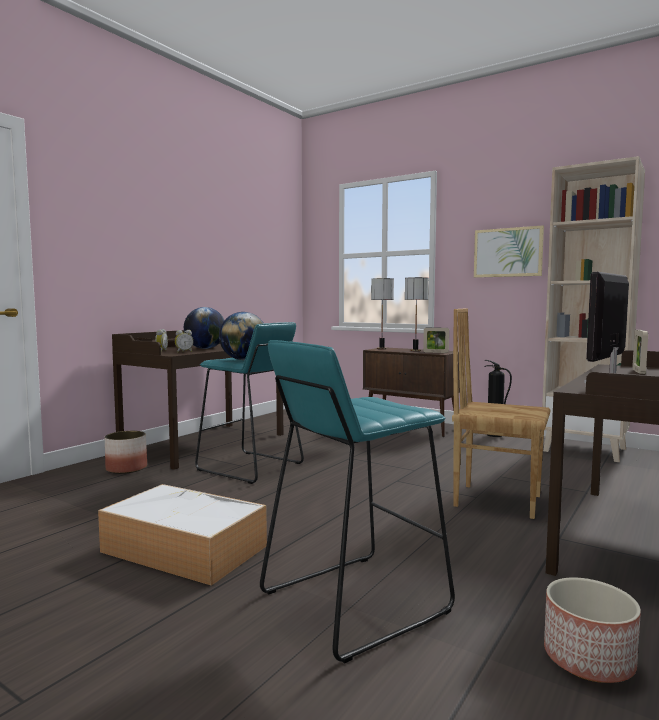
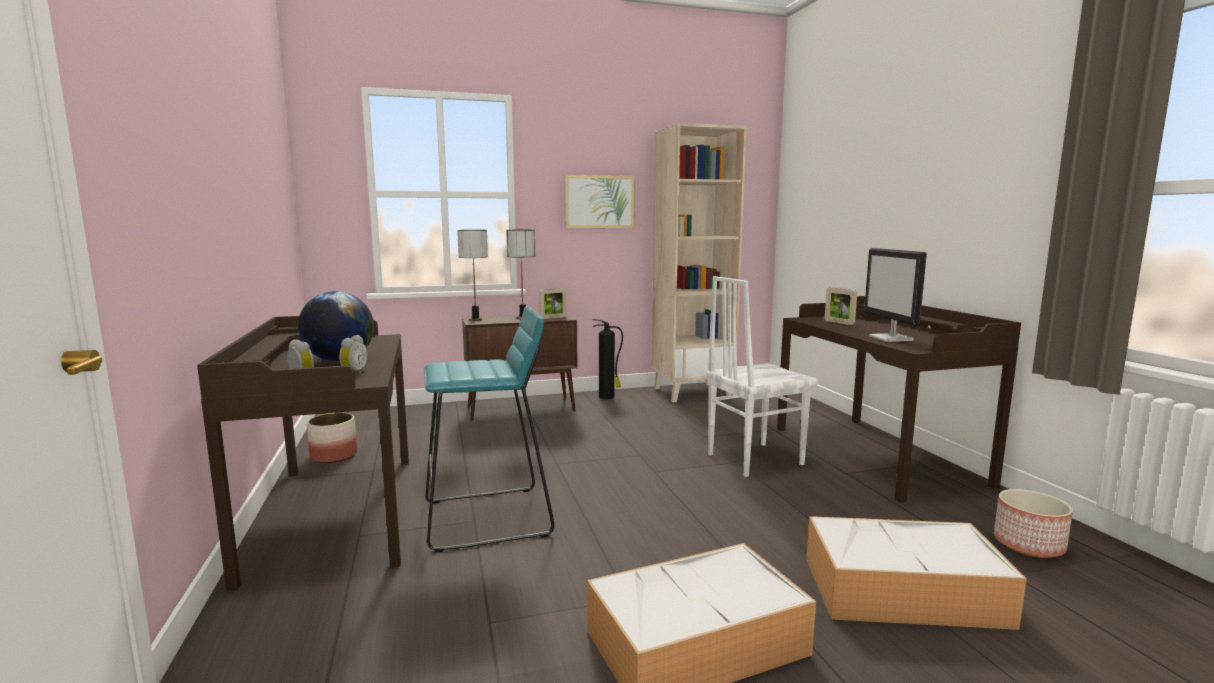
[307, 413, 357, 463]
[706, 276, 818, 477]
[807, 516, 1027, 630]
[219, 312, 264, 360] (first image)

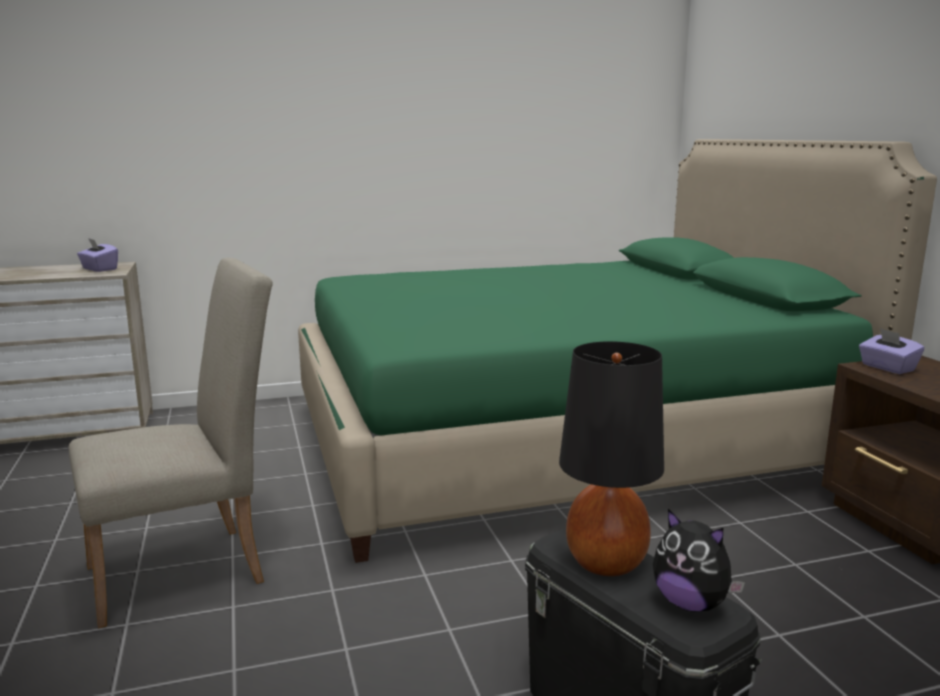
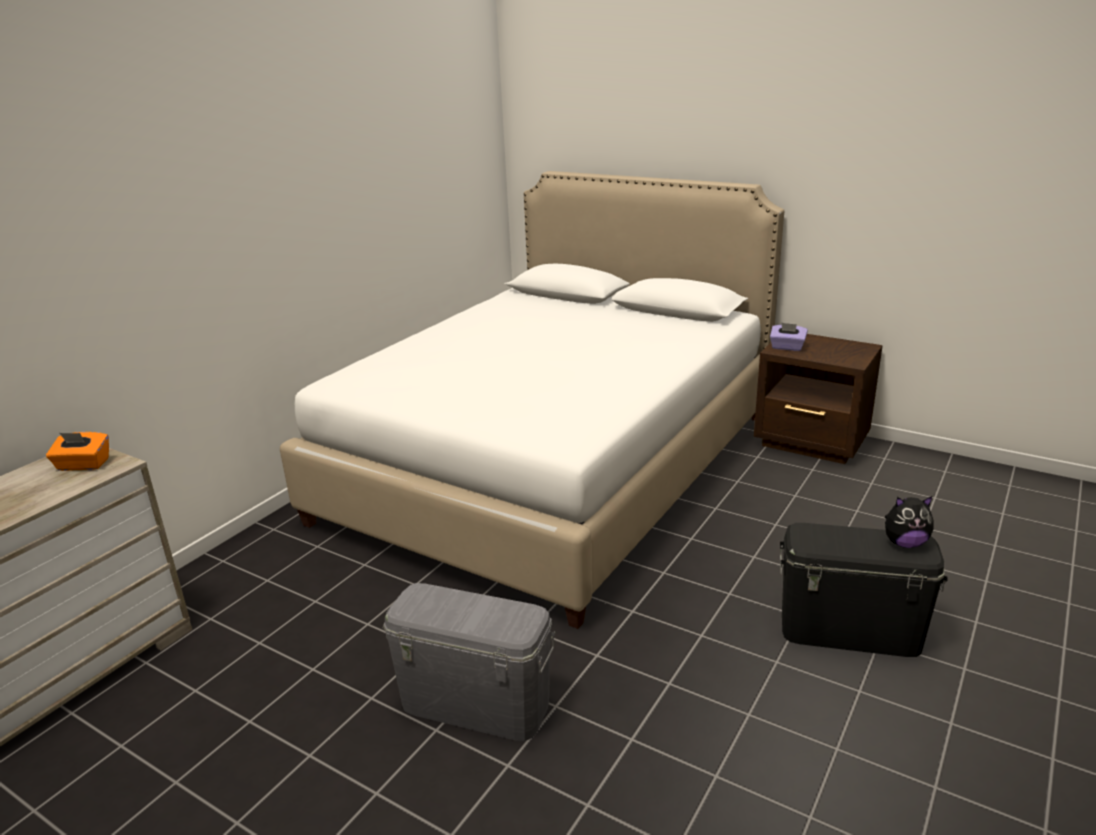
[46, 432, 109, 471]
[280, 171, 784, 629]
[383, 583, 555, 741]
[559, 341, 664, 576] (first image)

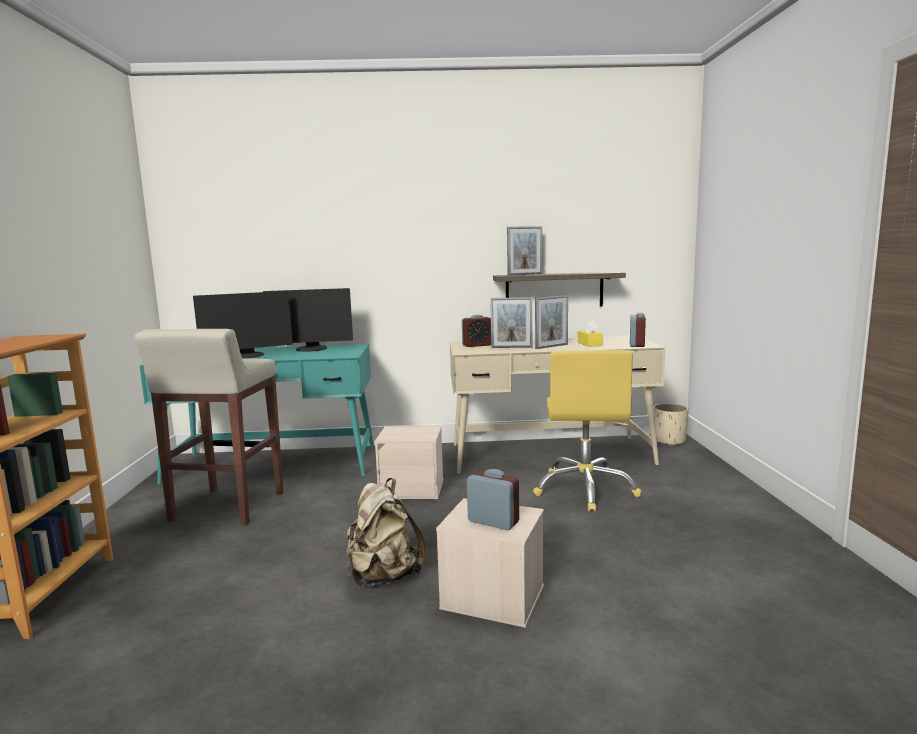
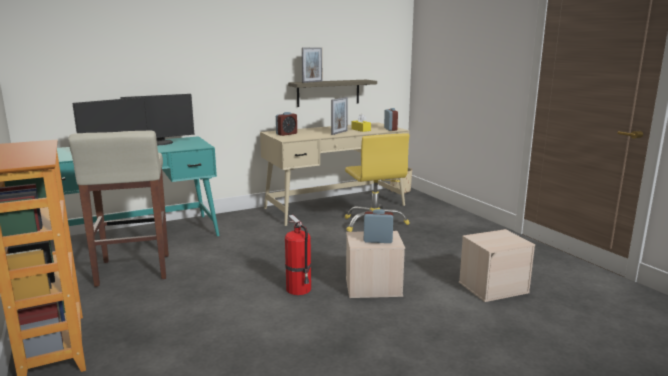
[285, 215, 311, 295]
[459, 229, 535, 302]
[490, 297, 532, 348] (first image)

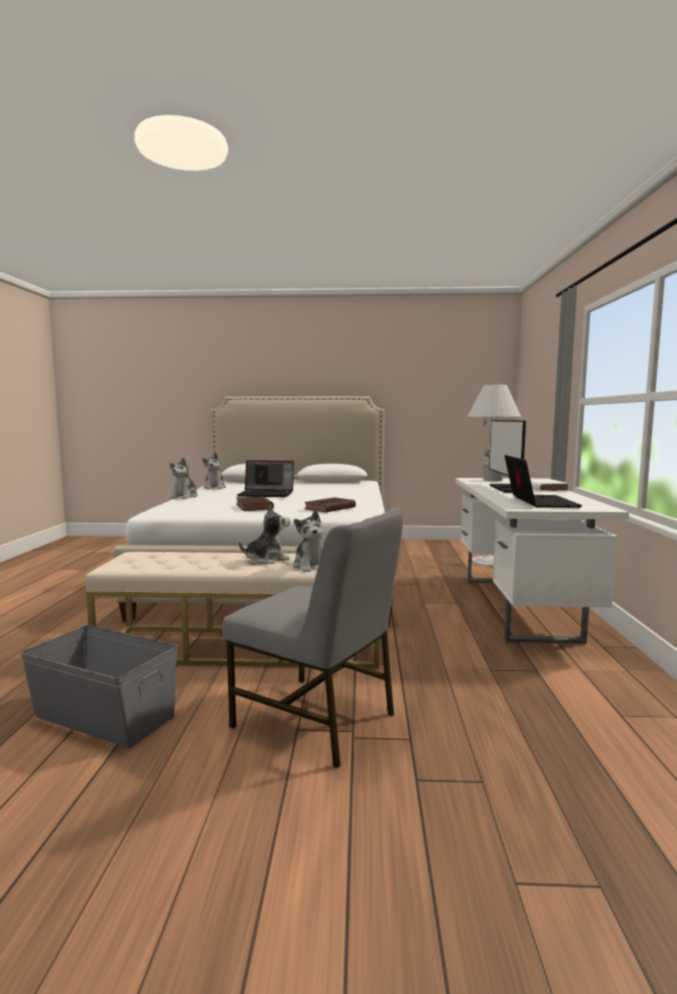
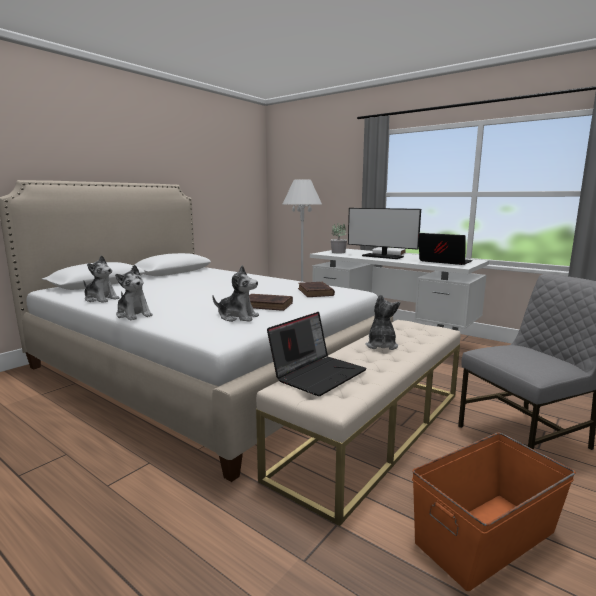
[213, 265, 259, 322]
[267, 312, 367, 396]
[412, 433, 576, 591]

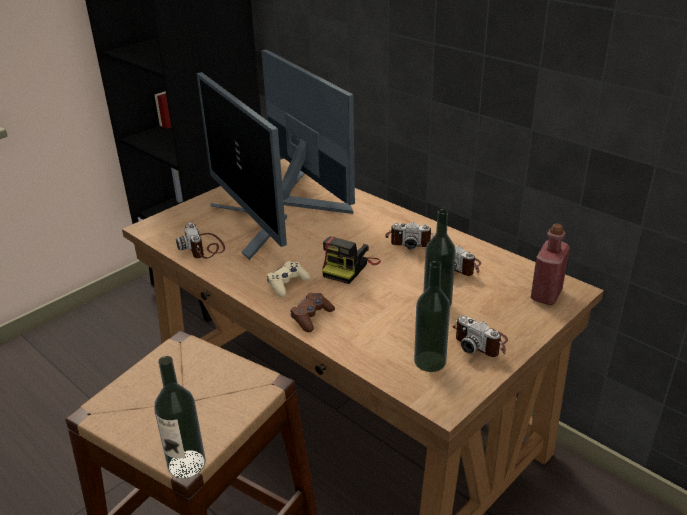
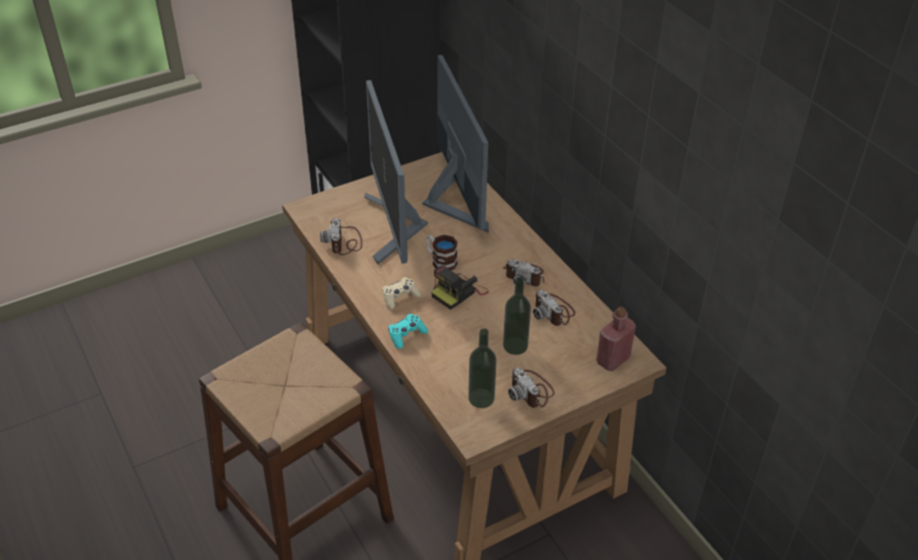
[388, 314, 428, 349]
[426, 235, 458, 270]
[154, 356, 206, 479] (first image)

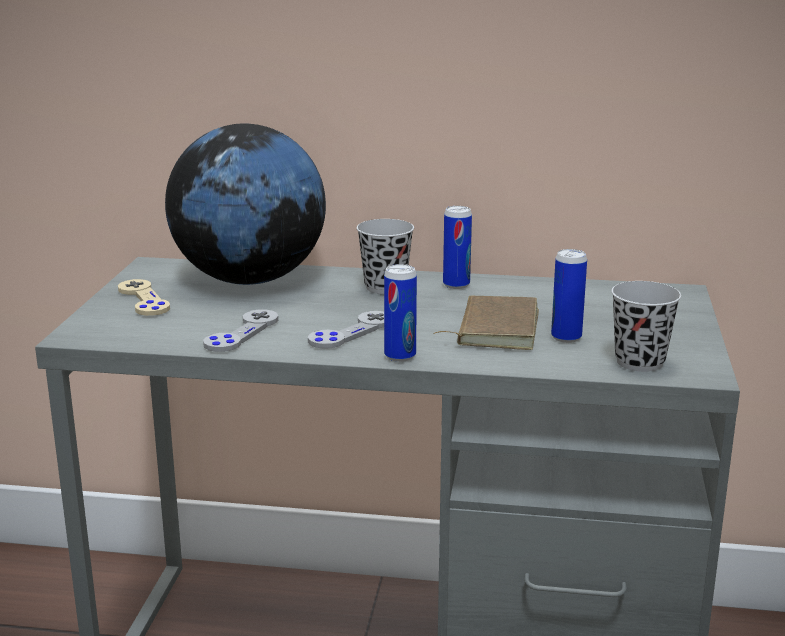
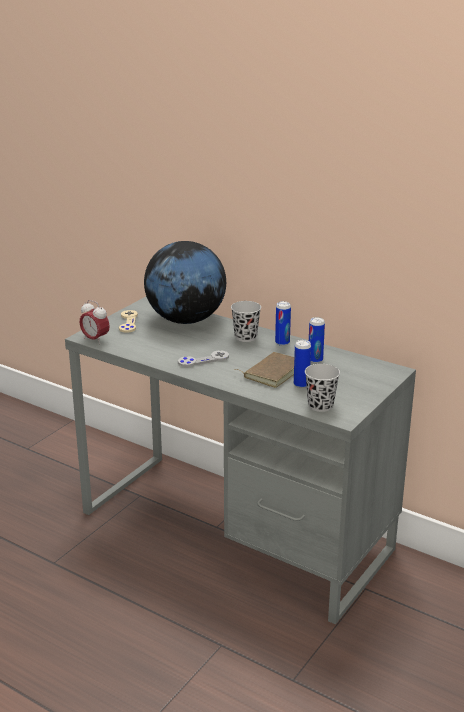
[80, 300, 110, 344]
[309, 317, 325, 363]
[203, 310, 278, 352] (first image)

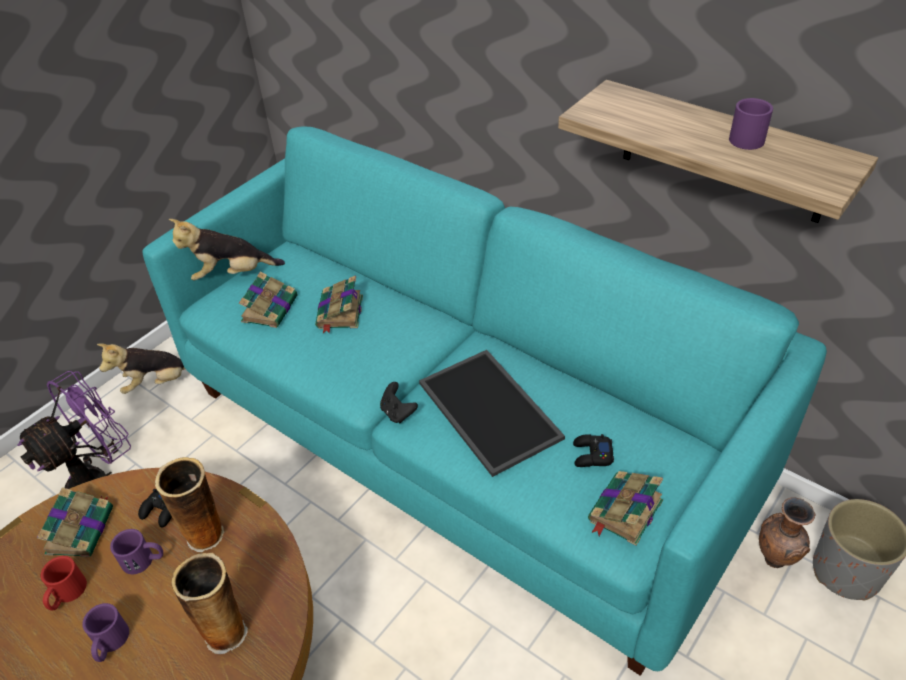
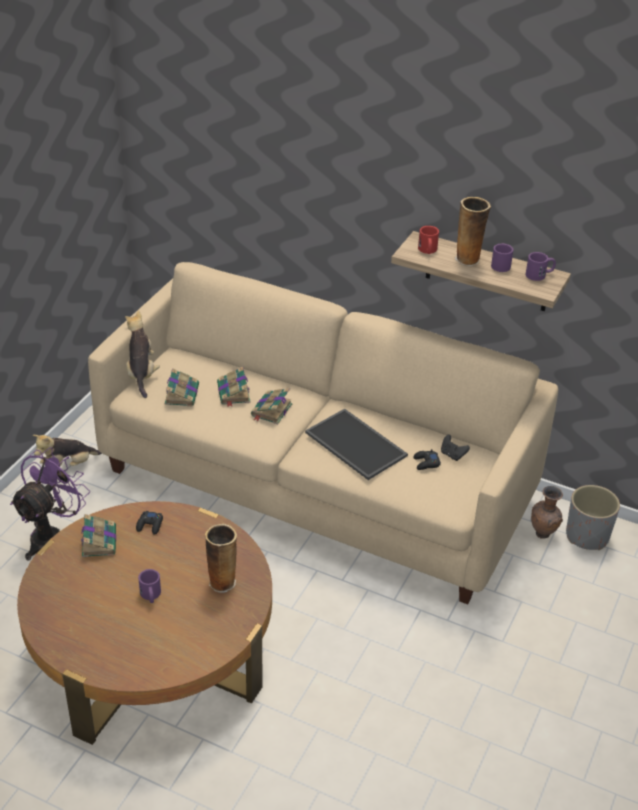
[88, 262, 558, 604]
[125, 310, 160, 398]
[251, 388, 293, 424]
[418, 226, 439, 254]
[441, 435, 470, 461]
[455, 197, 491, 266]
[526, 252, 556, 281]

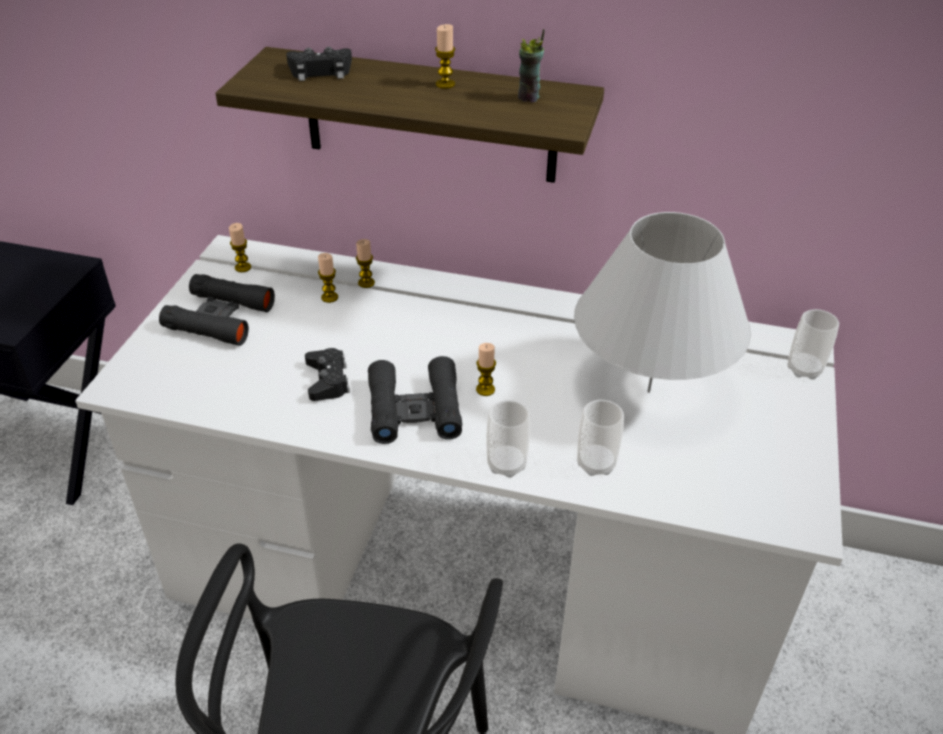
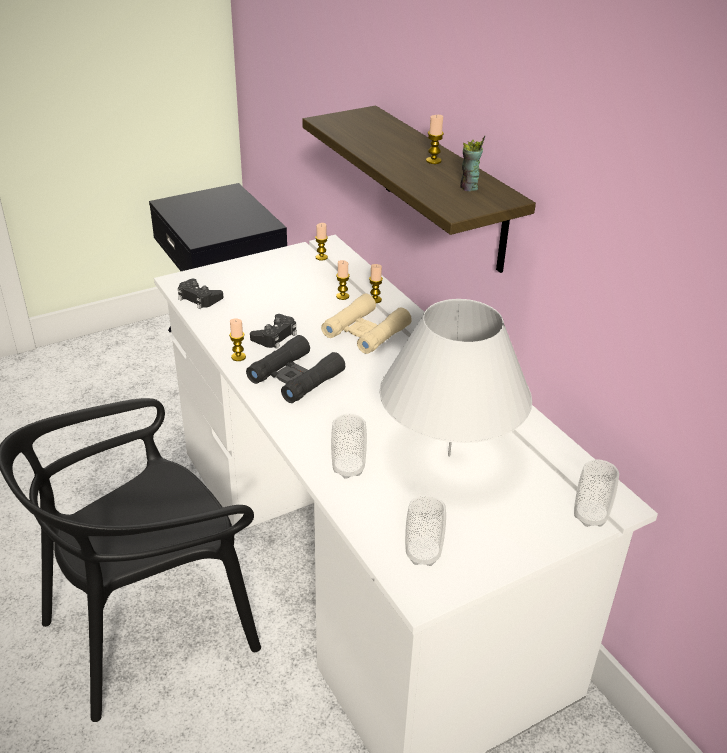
[178, 279, 223, 309]
[229, 319, 246, 361]
[321, 294, 412, 354]
[405, 495, 446, 566]
[159, 274, 275, 346] (first image)

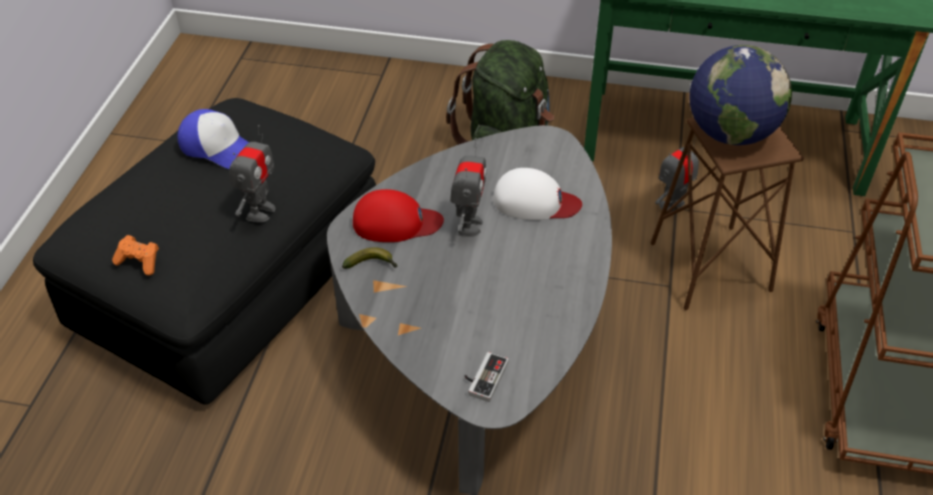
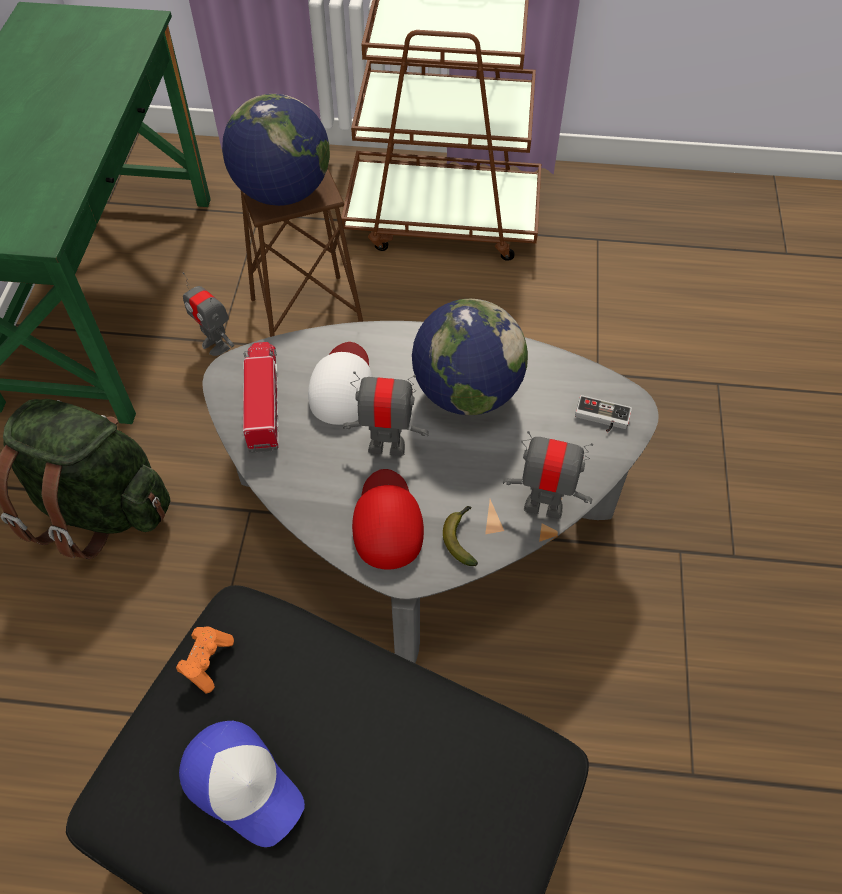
[176, 626, 234, 693]
[179, 721, 305, 847]
[243, 342, 278, 453]
[412, 299, 528, 415]
[503, 431, 593, 519]

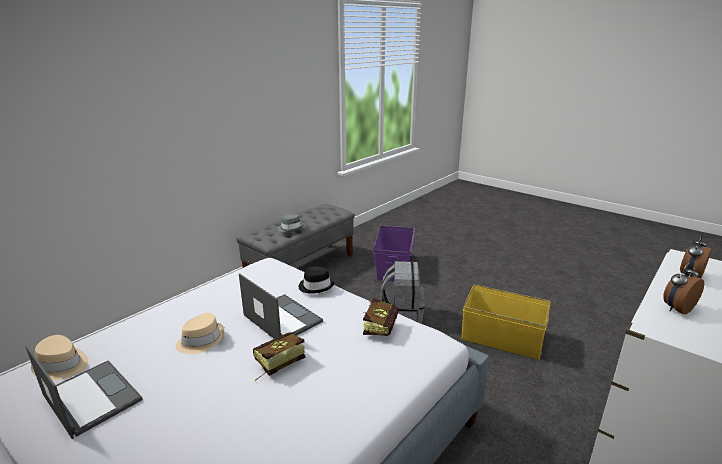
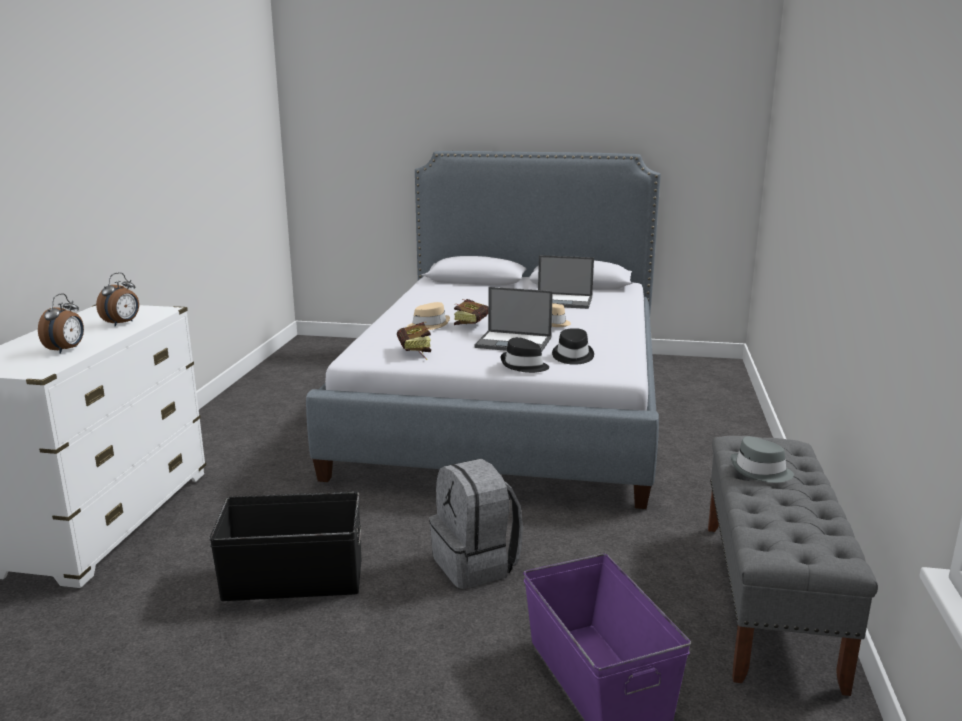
[209, 492, 361, 601]
[407, 302, 450, 330]
[552, 328, 594, 365]

